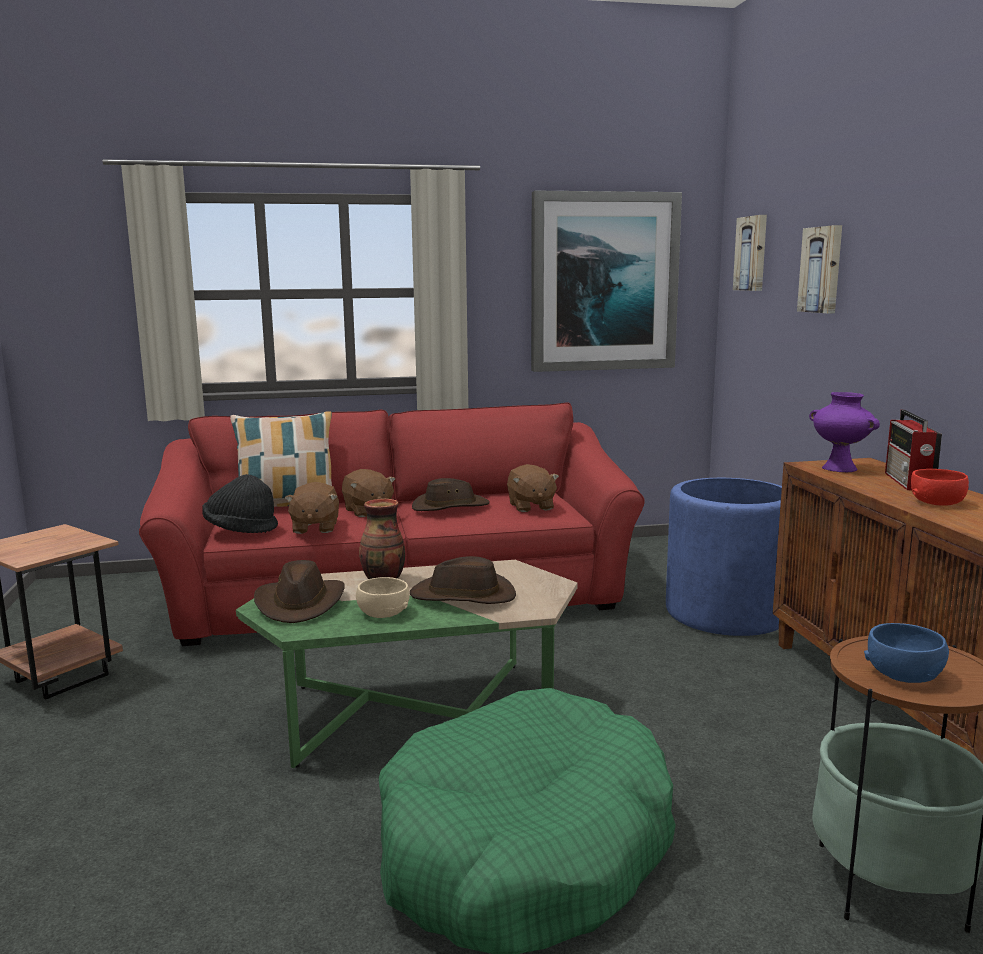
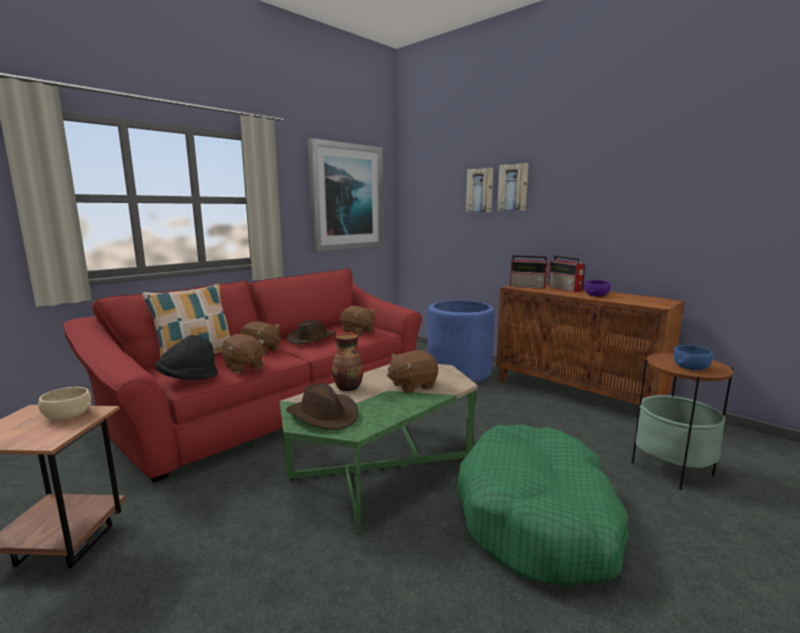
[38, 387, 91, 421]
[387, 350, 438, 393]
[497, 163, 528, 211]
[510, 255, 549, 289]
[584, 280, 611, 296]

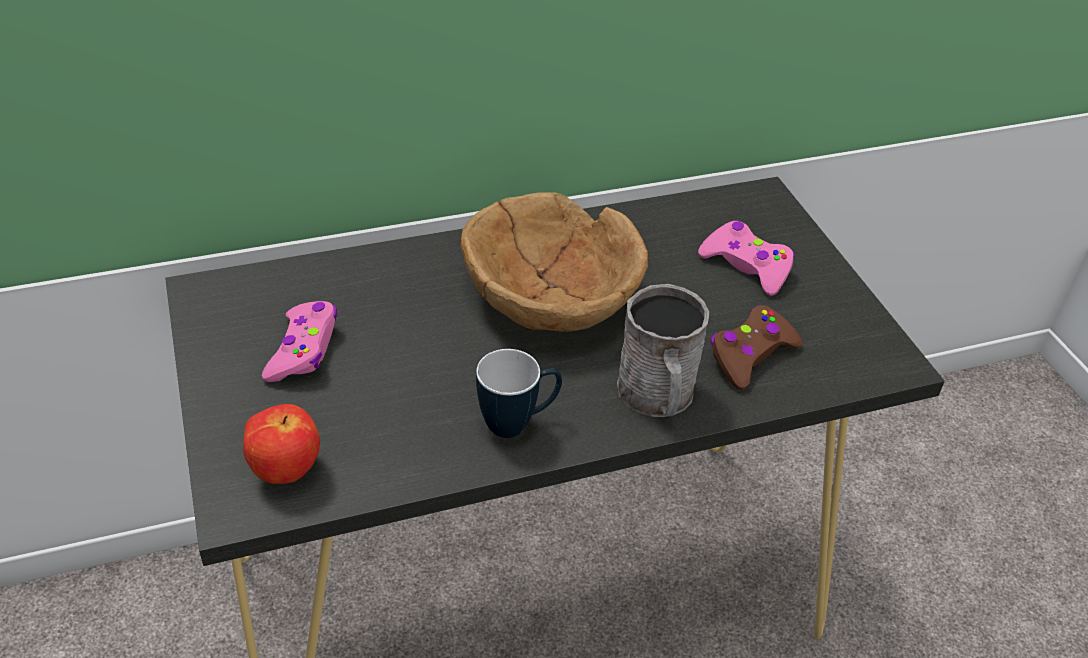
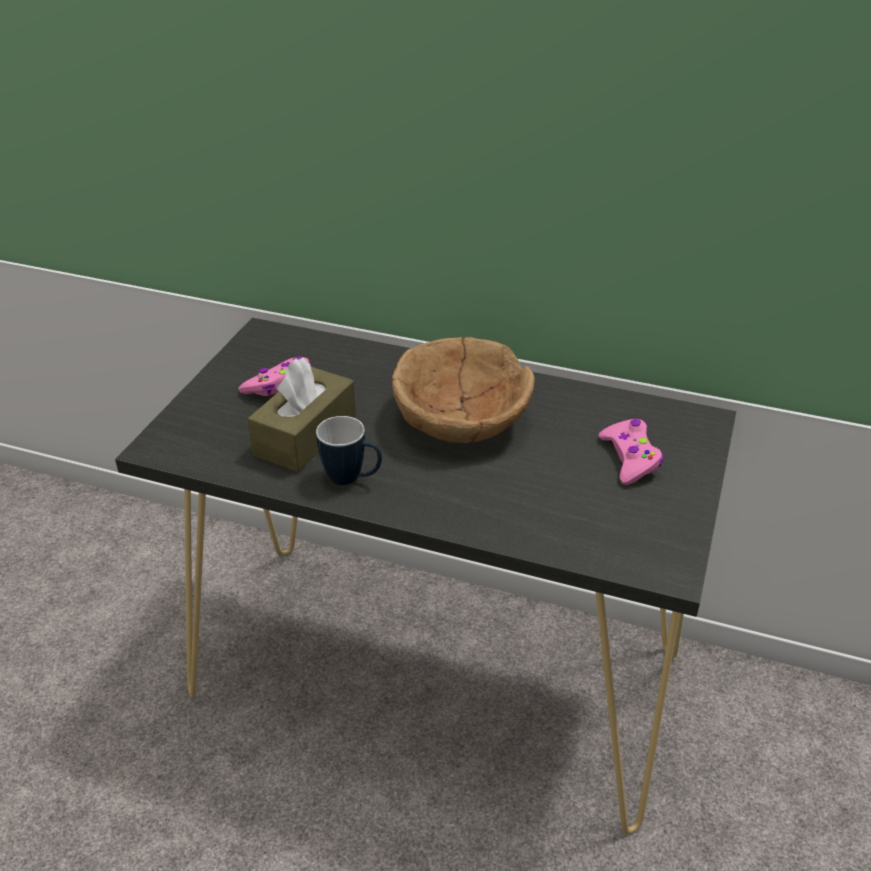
[247, 358, 356, 472]
[243, 404, 320, 484] (first image)
[617, 284, 709, 417] (first image)
[710, 305, 802, 390] (first image)

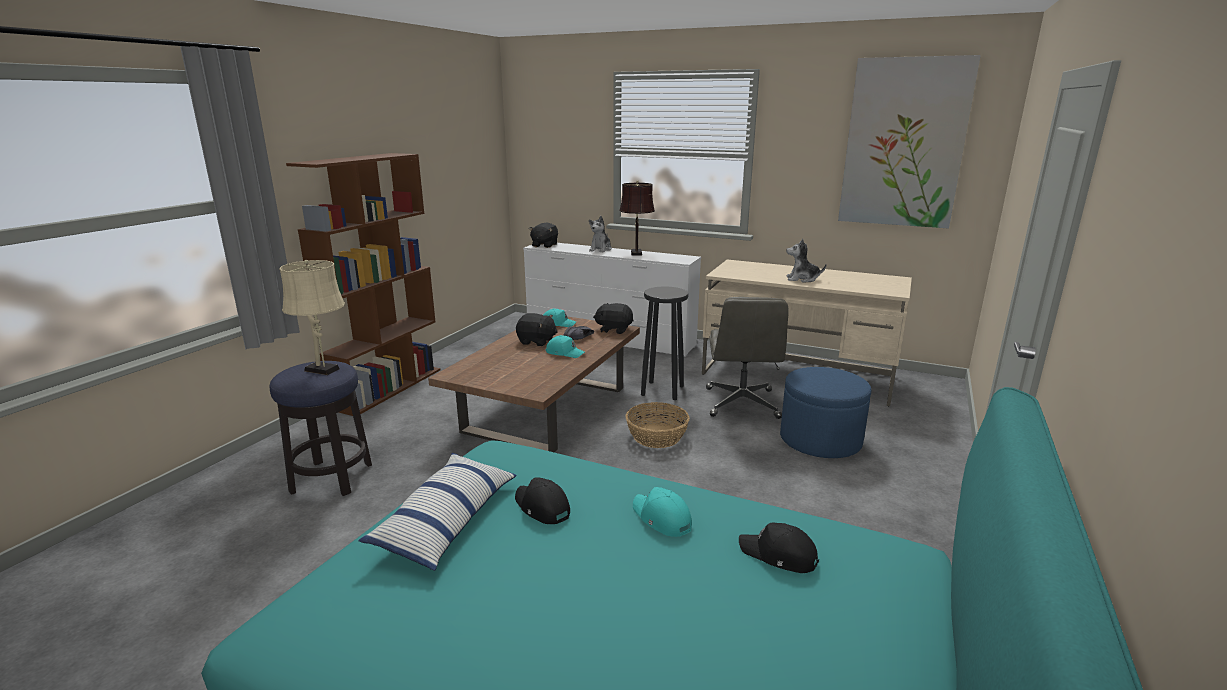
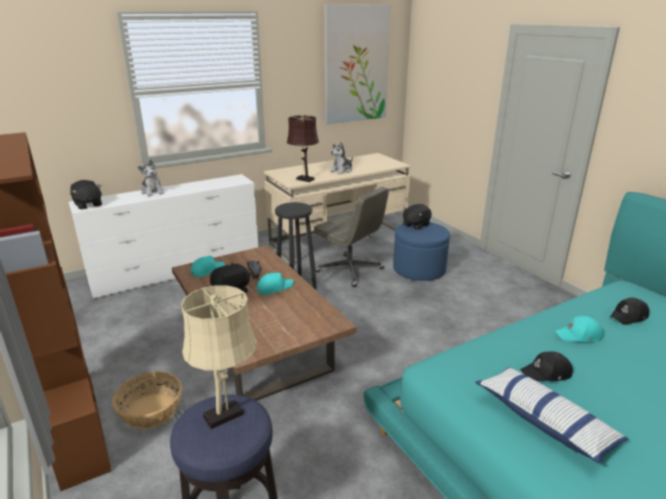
[112, 371, 182, 429]
[287, 114, 319, 182]
[403, 204, 432, 230]

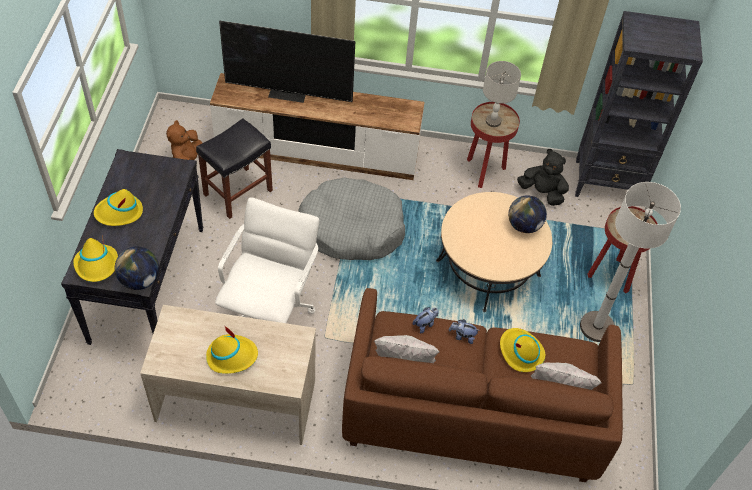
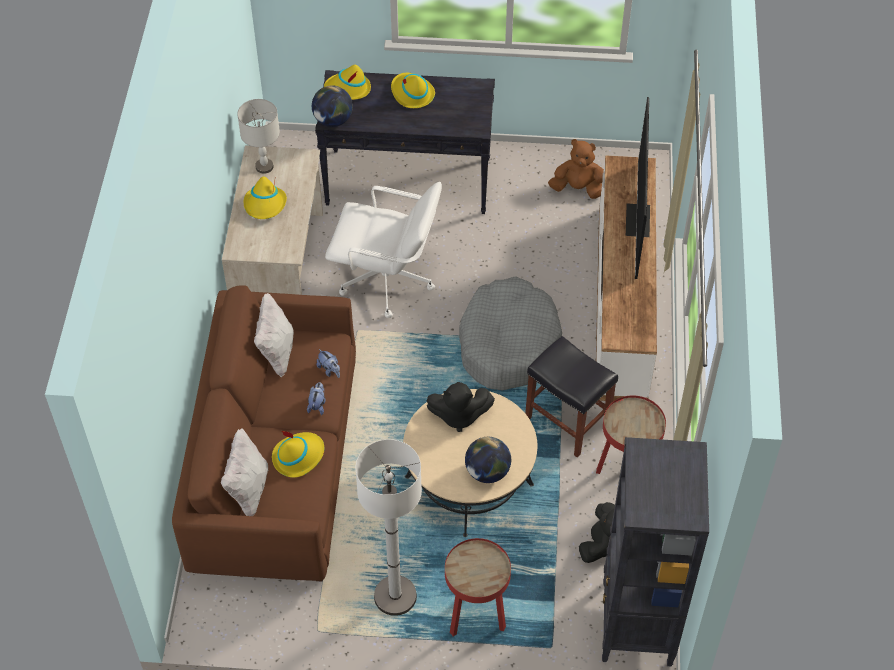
[237, 99, 280, 174]
[426, 382, 495, 432]
[525, 336, 618, 458]

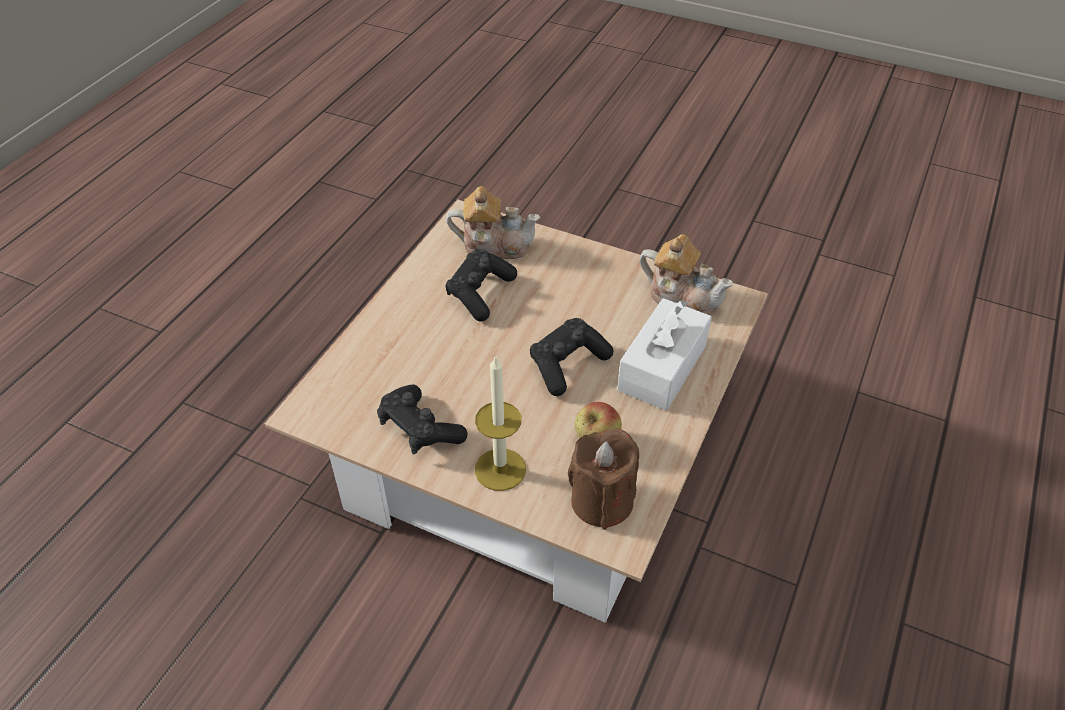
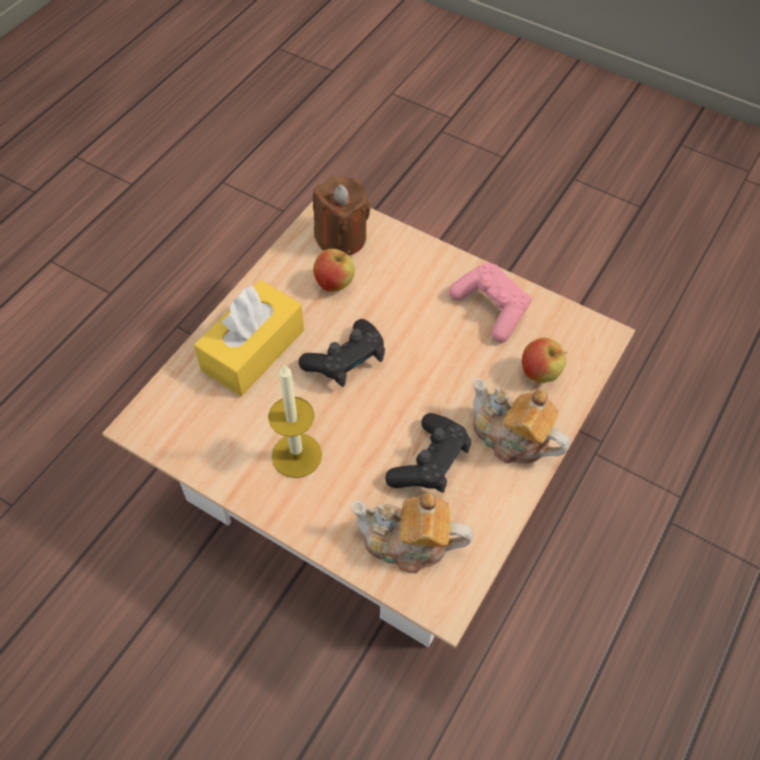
[194, 280, 304, 396]
[268, 364, 322, 478]
[449, 263, 531, 343]
[473, 379, 570, 464]
[522, 338, 567, 383]

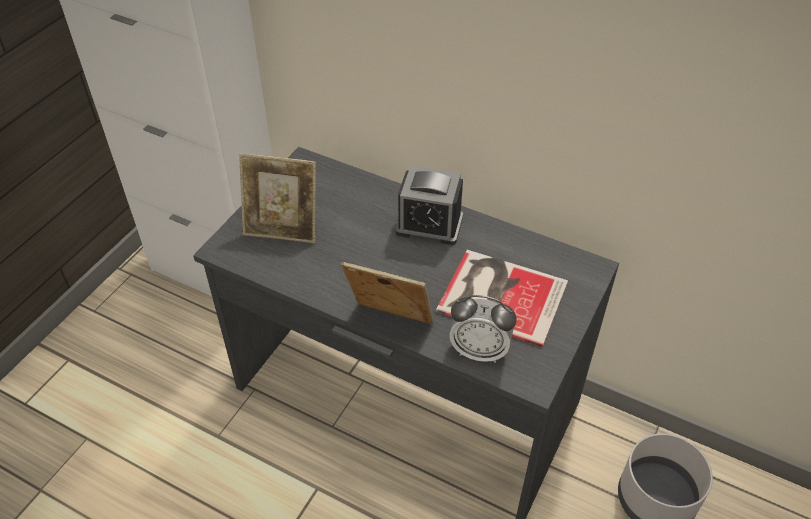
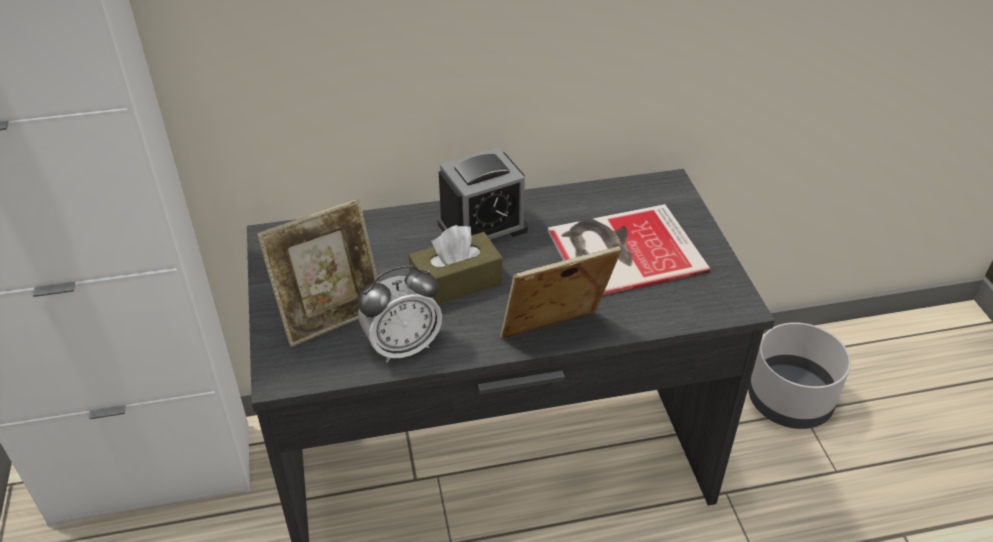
[358, 265, 442, 363]
[408, 225, 503, 304]

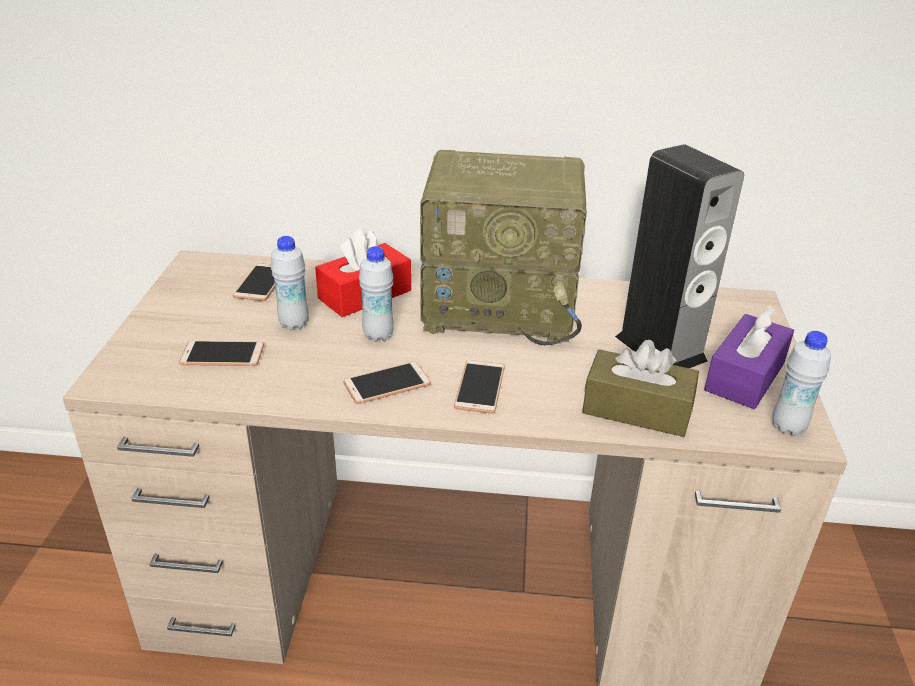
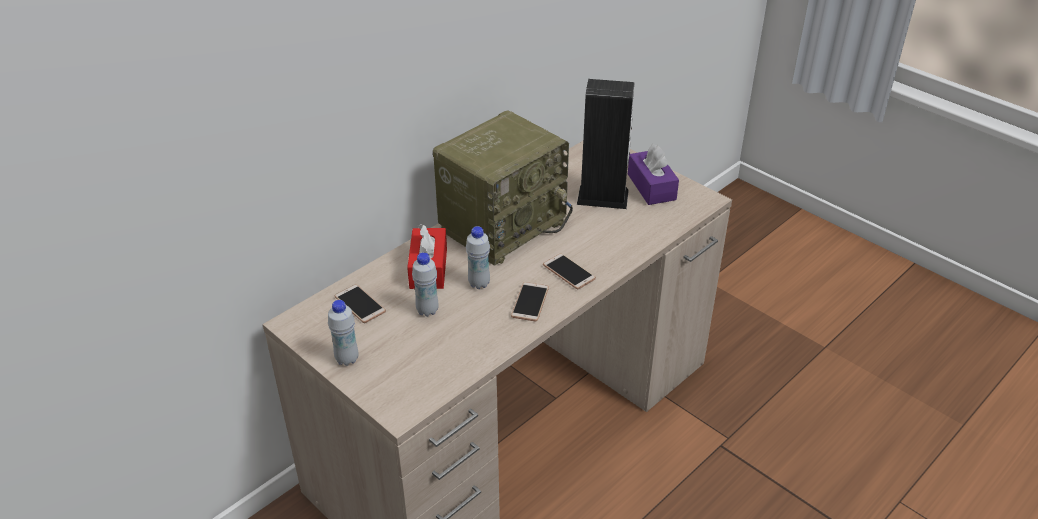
[328, 300, 359, 366]
[179, 341, 264, 366] (first image)
[582, 340, 699, 437] (first image)

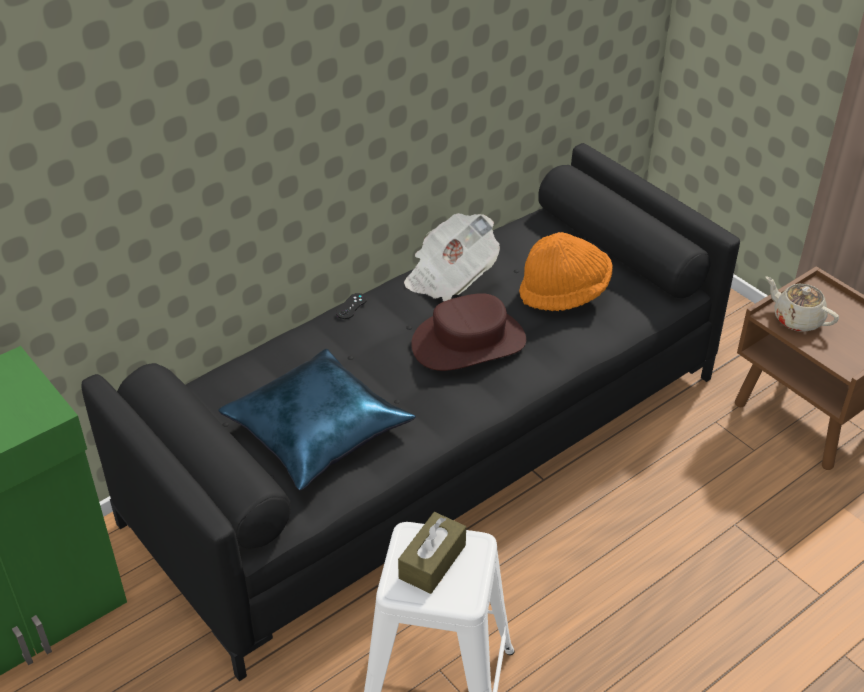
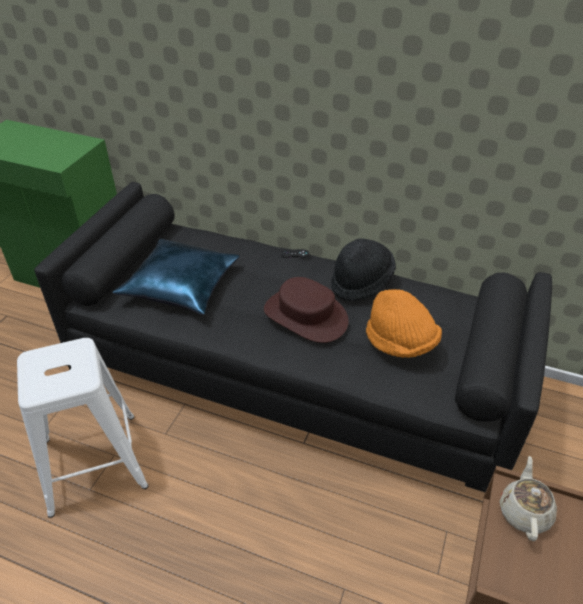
[331, 238, 396, 301]
[398, 512, 466, 594] (first image)

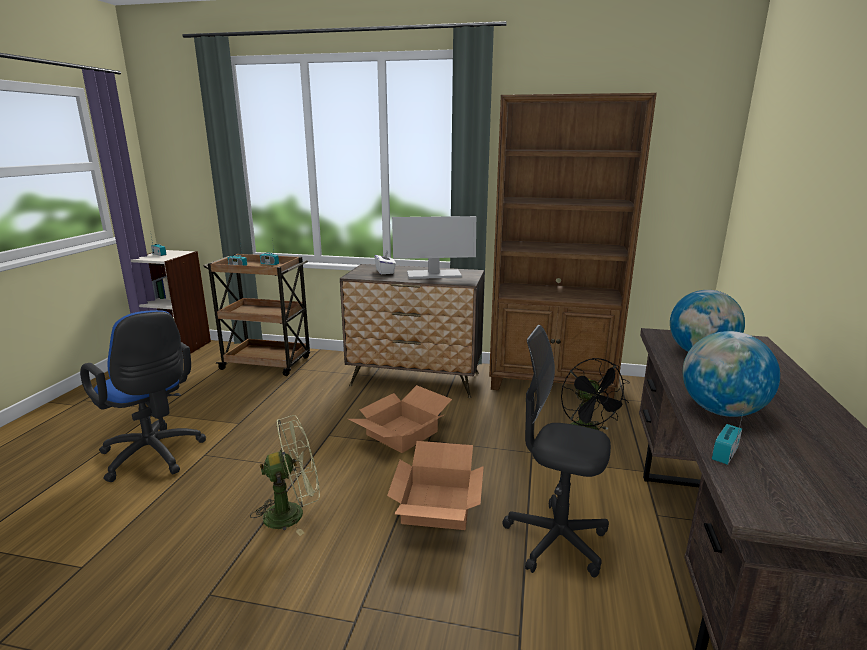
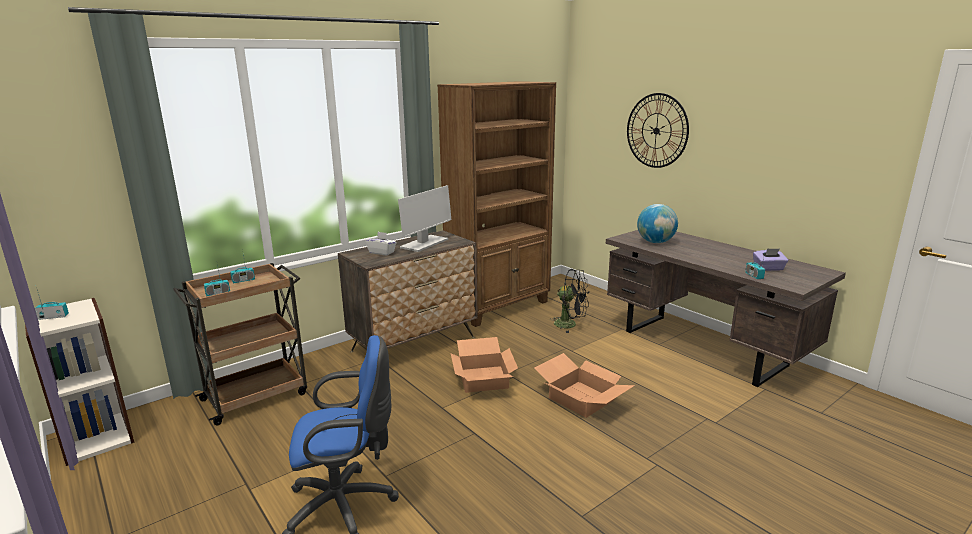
[627, 93, 689, 168]
[753, 248, 788, 271]
[250, 415, 320, 536] (first image)
[502, 325, 611, 577] (first image)
[683, 331, 780, 417] (first image)

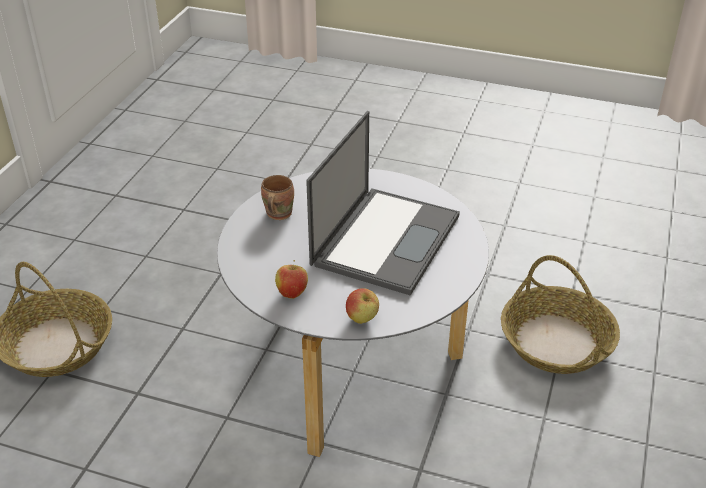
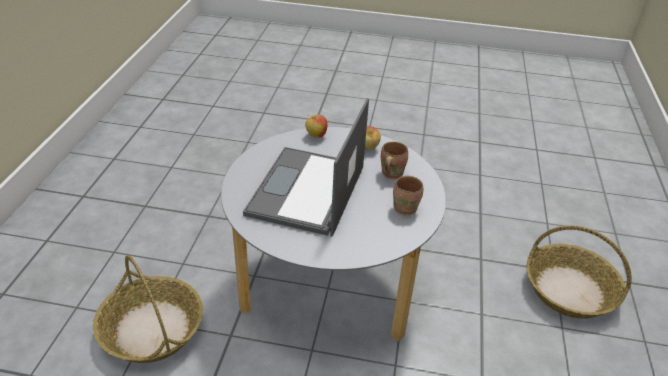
[381, 142, 408, 179]

